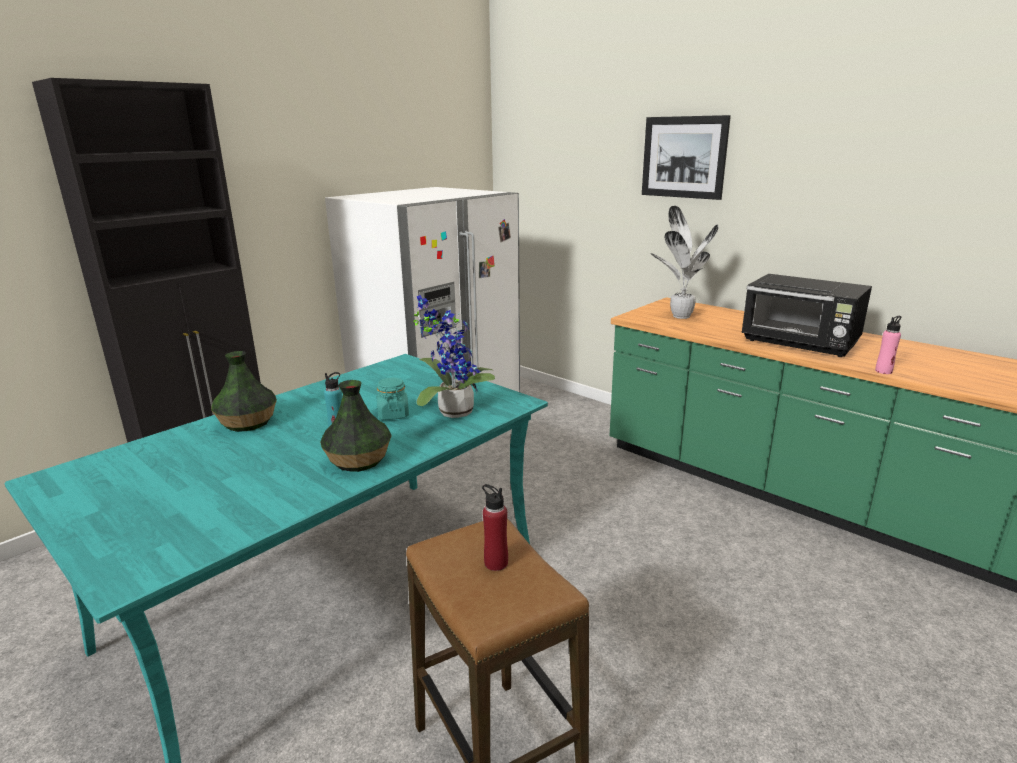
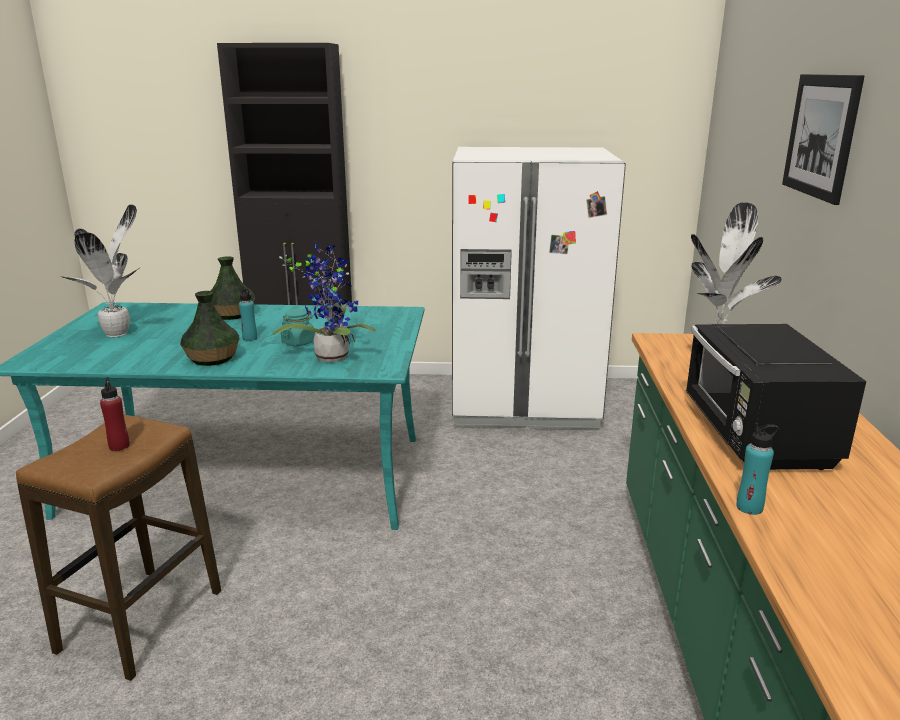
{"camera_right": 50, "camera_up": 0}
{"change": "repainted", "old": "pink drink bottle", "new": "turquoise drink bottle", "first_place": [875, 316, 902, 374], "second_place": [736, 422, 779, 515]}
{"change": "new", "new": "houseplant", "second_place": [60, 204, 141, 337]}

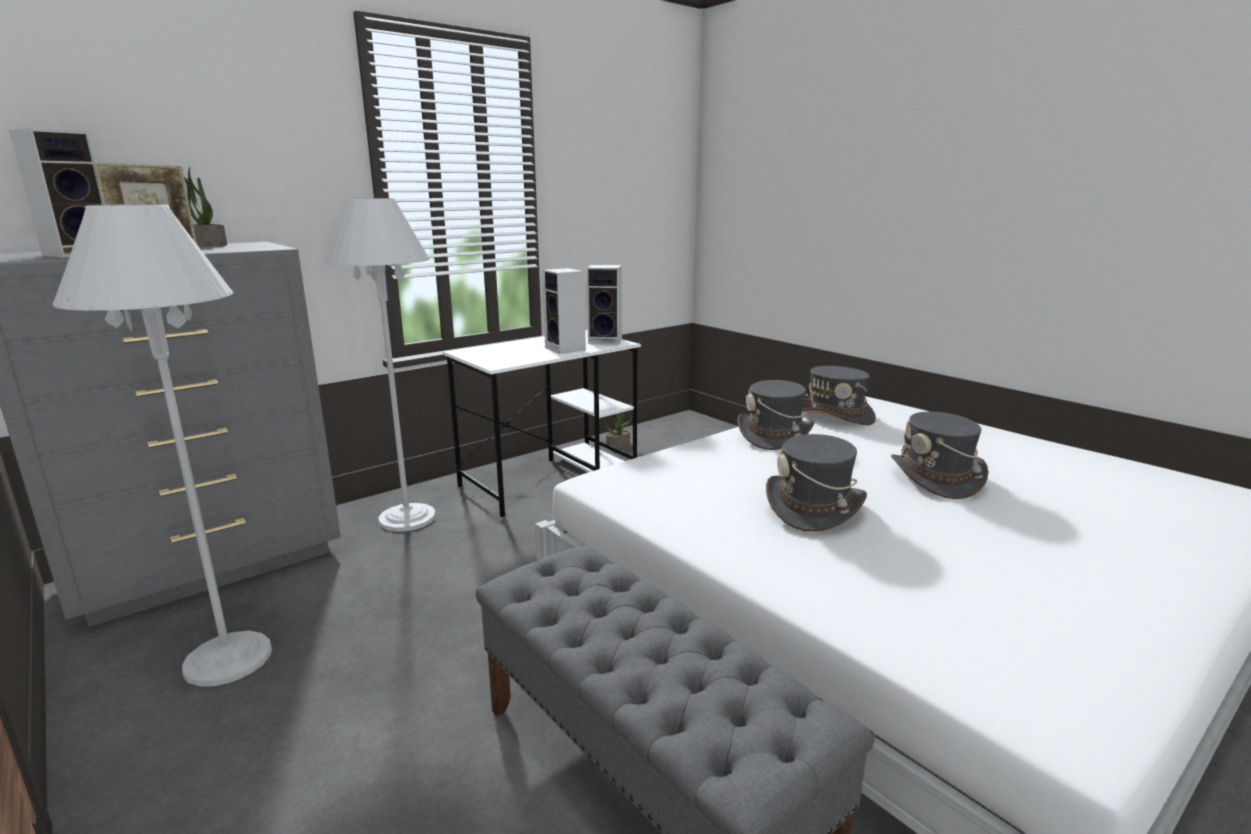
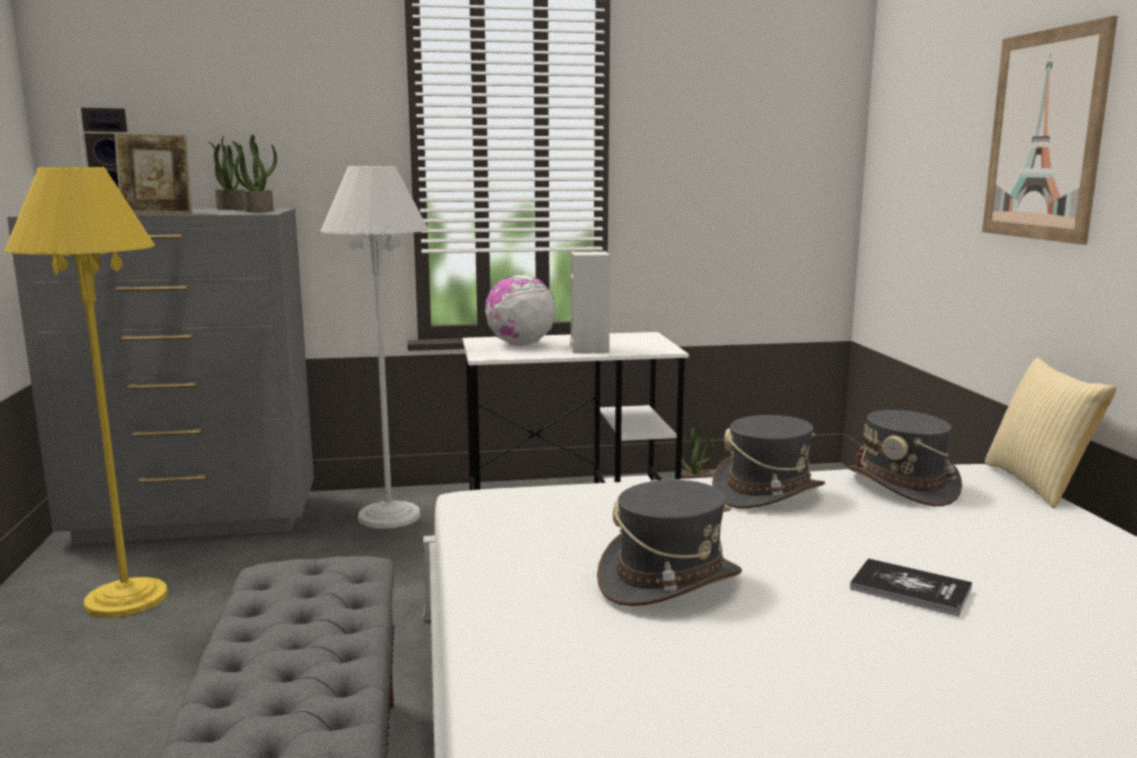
{"camera_right": 30, "camera_up": -5}
{"change": "repainted", "old": "white standing lamp", "new": "yellowish standing lamp", "first_place": [53, 204, 272, 687], "second_place": [4, 167, 168, 618]}
{"change": "gone", "old": "audio speaker", "first_place": [587, 265, 622, 345]}
{"change": "swapped", "old": "greyish wearable hat", "new": "bound book", "first_place": [891, 412, 988, 499], "second_place": [850, 558, 972, 617]}
{"change": "new", "new": "houseplant", "second_place": [232, 134, 277, 212]}
{"change": "new", "new": "desk globe", "second_place": [485, 275, 556, 346]}
{"change": "new", "new": "picture", "second_place": [982, 16, 1118, 245]}
{"change": "new", "new": "throw pillow", "second_place": [985, 358, 1117, 508]}

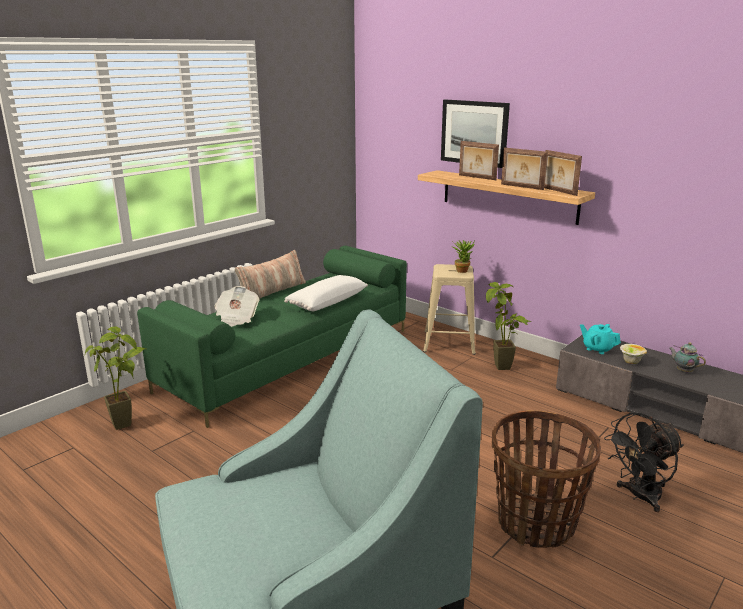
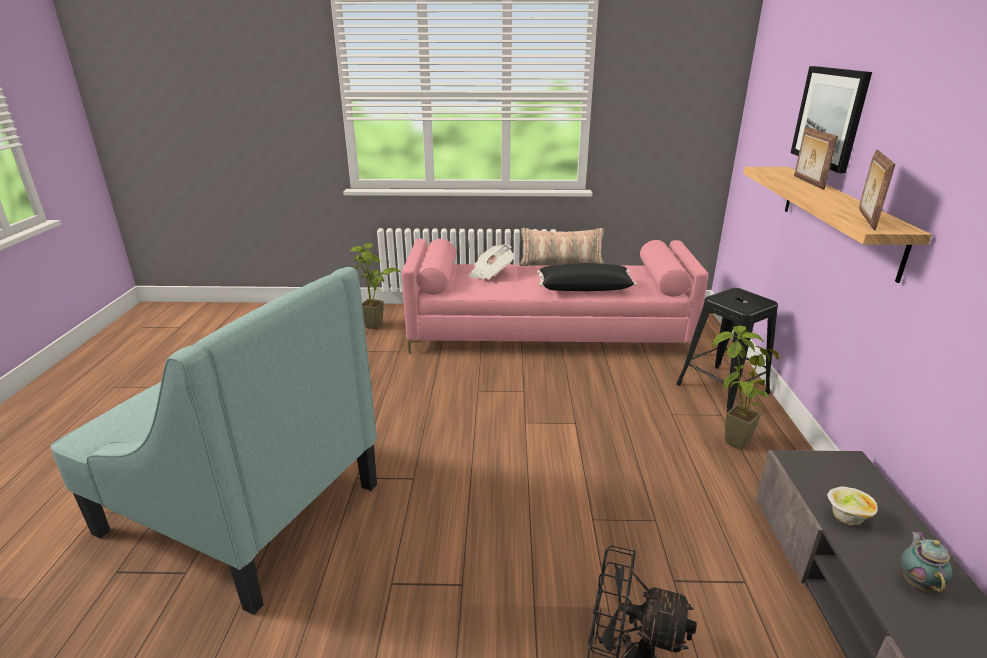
{"camera_right": 50, "camera_up": 5}
{"change": "repainted", "old": "green couch", "new": "pink couch", "first_place": [137, 246, 407, 428], "second_place": [402, 239, 709, 357]}
{"change": "repainted", "old": "white throw pillow", "new": "black throw pillow", "first_place": [284, 275, 368, 311], "second_place": [537, 263, 637, 291]}
{"change": "repainted", "old": "sand-coloured stool seat", "new": "black stool seat", "first_place": [423, 264, 476, 355], "second_place": [676, 288, 778, 412]}
{"change": "gone", "old": "houseplant", "first_place": [452, 240, 475, 273]}
{"change": "gone", "old": "basket", "first_place": [491, 410, 601, 548]}
{"change": "gone", "old": "standing frame", "first_place": [501, 148, 548, 190]}
{"change": "gone", "old": "turquoise tea pot", "first_place": [580, 324, 621, 354]}

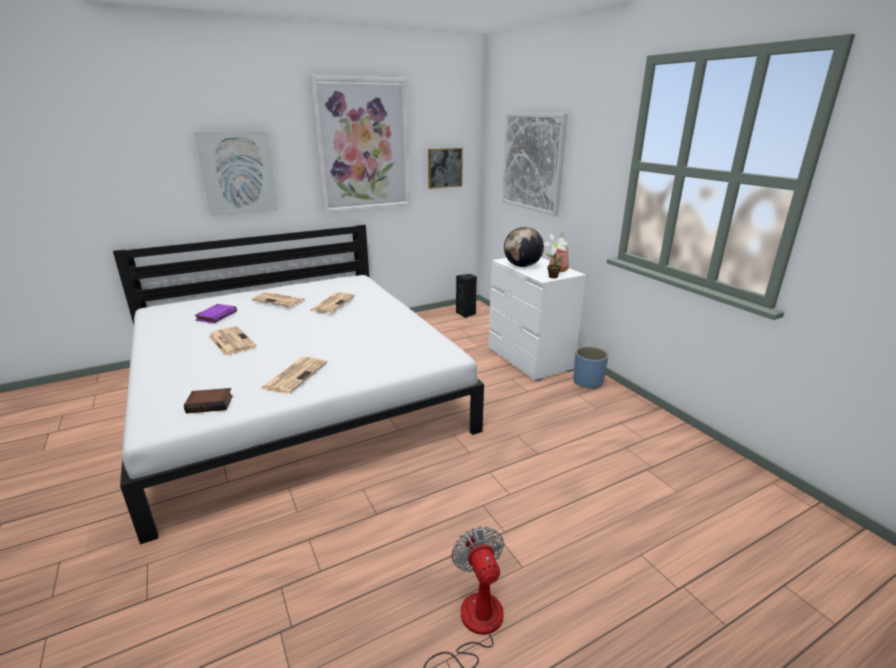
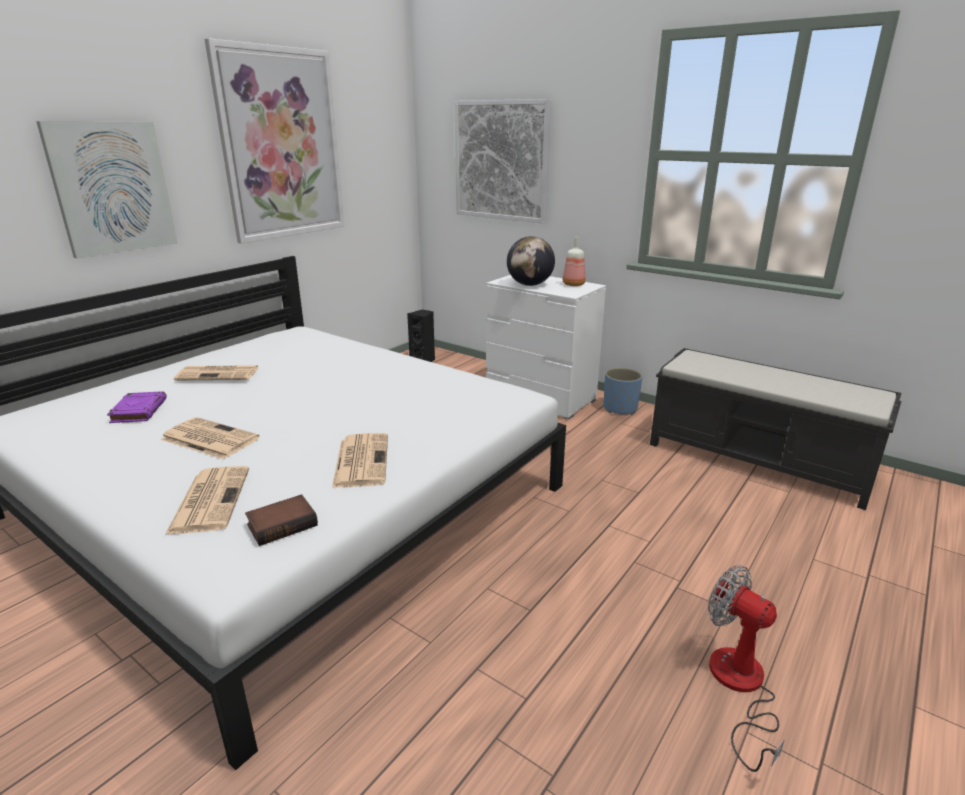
{"camera_right": -25, "camera_up": 0}
{"change": "shifted", "old": "daily paper", "first_place": [309, 292, 355, 313], "second_place": [165, 466, 249, 535]}
{"change": "gone", "old": "picture", "first_place": [428, 148, 463, 189]}
{"change": "gone", "old": "houseplant", "first_place": [543, 234, 567, 278]}
{"change": "new", "new": "black bench", "second_place": [650, 348, 902, 510]}

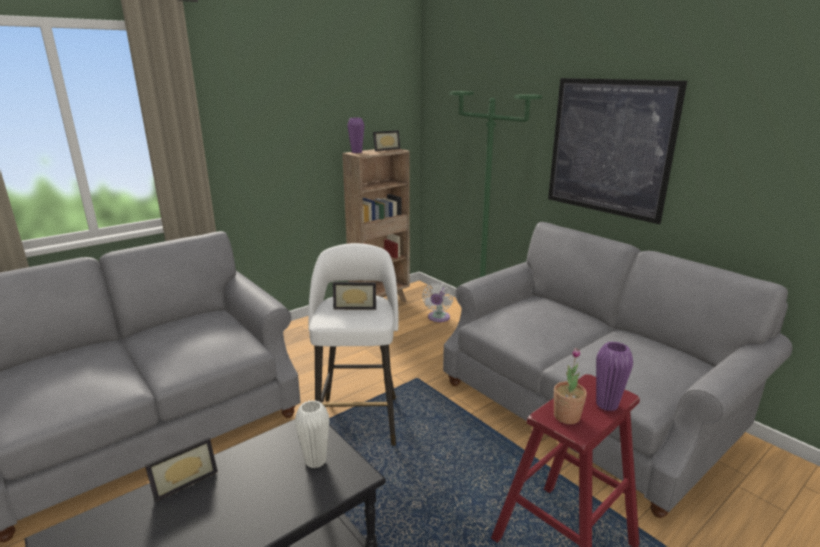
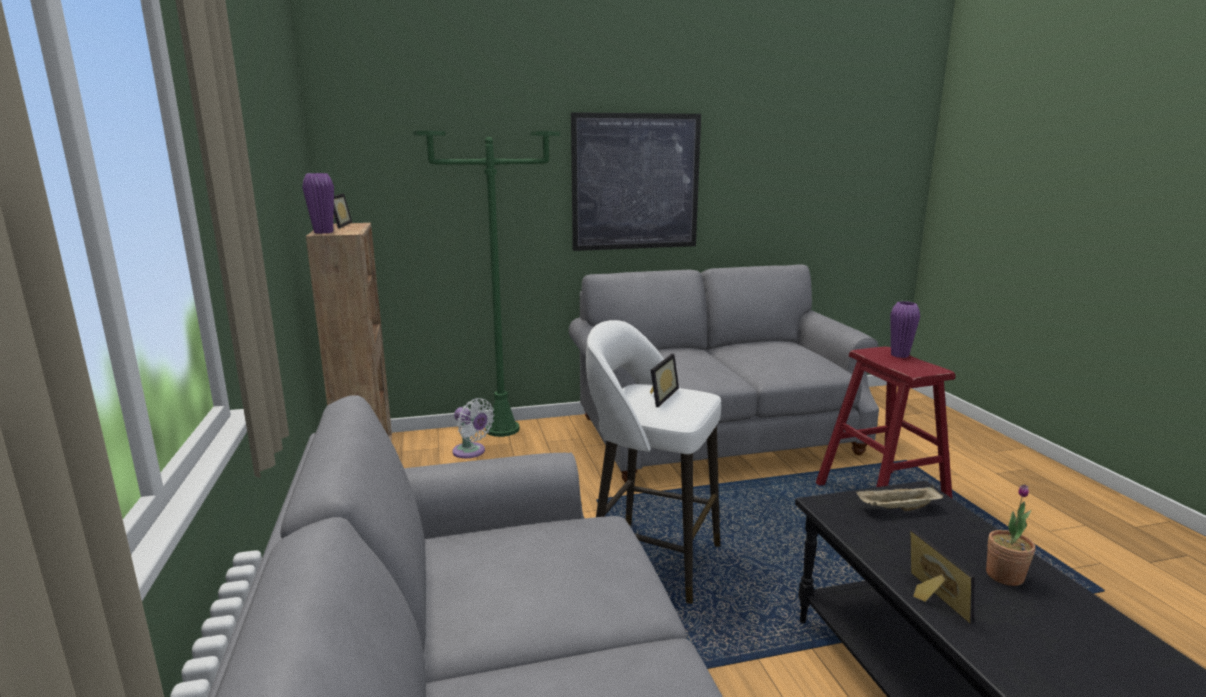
{"camera_right": -65, "camera_up": -5}
{"change": "swapped", "old": "white vase", "new": "sand-coloured tray", "first_place": [295, 400, 329, 469], "second_place": [856, 486, 943, 511]}
{"change": "shifted", "old": "houseplant", "first_place": [554, 348, 587, 424], "second_place": [986, 484, 1035, 586]}

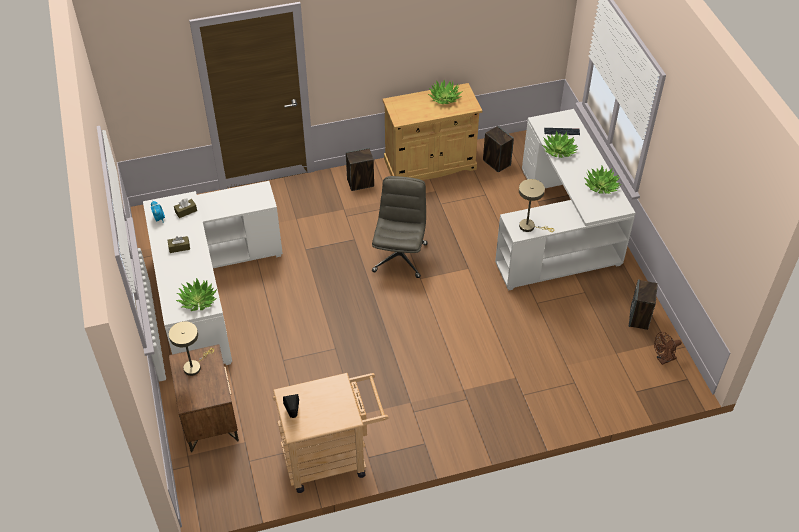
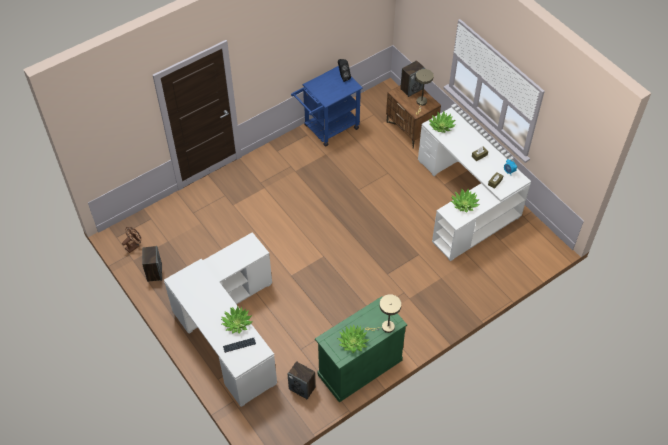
{"camera_right": 160, "camera_up": 5}
{"change": "repainted", "old": "sand-coloured wheeled cart", "new": "blue-coloured wheeled cart", "first_place": [273, 373, 389, 493], "second_place": [291, 66, 363, 147]}
{"change": "shifted", "old": "audio speaker", "first_place": [346, 148, 374, 191], "second_place": [400, 60, 425, 97]}
{"change": "gone", "old": "greyish computer chair", "first_place": [372, 176, 428, 278]}
{"change": "repainted", "old": "sand-coloured storage cabinet", "new": "green storage cabinet", "first_place": [383, 83, 483, 180], "second_place": [315, 296, 407, 403]}
{"change": "shifted", "old": "sand-coloured table lamp", "first_place": [519, 179, 554, 232], "second_place": [365, 294, 401, 333]}
{"change": "shifted", "old": "houseplant", "first_place": [584, 166, 621, 194], "second_place": [451, 188, 480, 213]}

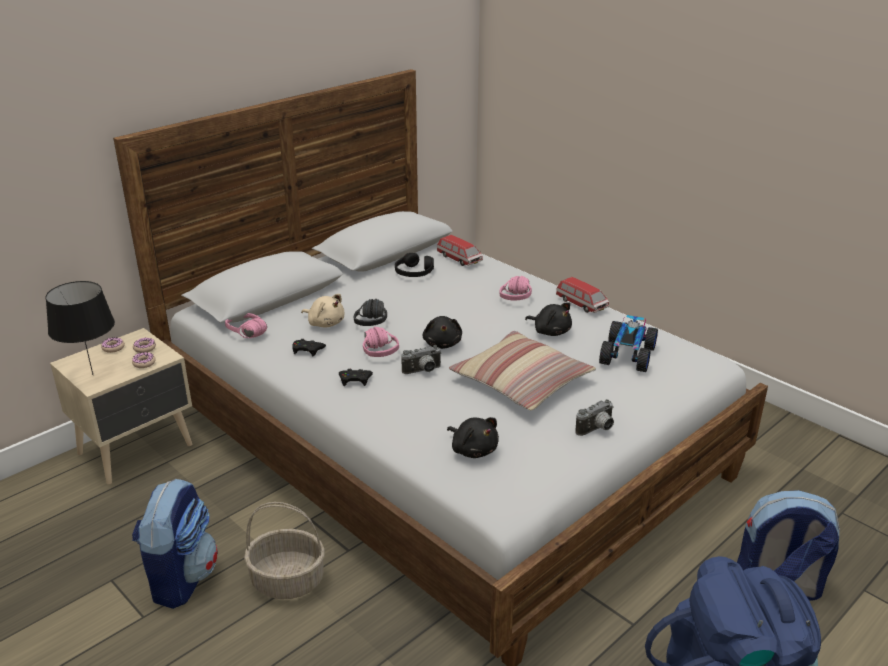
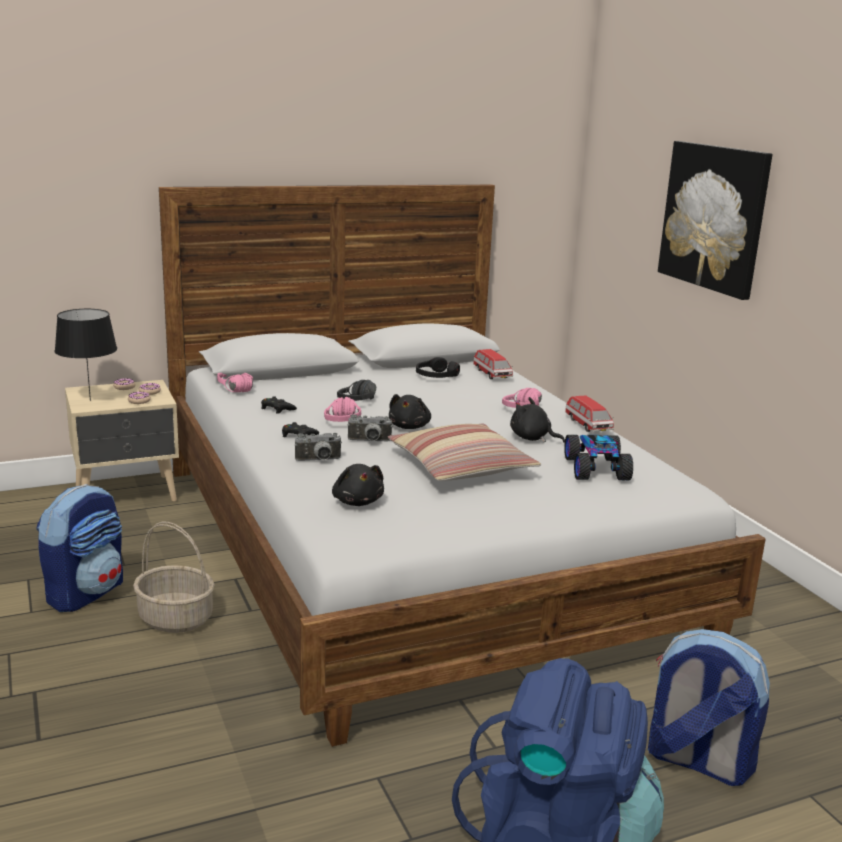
{"camera_right": 20, "camera_up": -10}
{"change": "gone", "old": "sand-coloured soft toy", "first_place": [301, 294, 345, 327]}
{"change": "rotated", "old": "black soft toy", "first_place": [525, 302, 572, 336], "second_place": [510, 397, 565, 443], "degrees": 150}
{"change": "shifted", "old": "still camera", "first_place": [575, 399, 614, 436], "second_place": [295, 433, 341, 461]}
{"change": "rotated", "old": "miniature car", "first_place": [599, 315, 658, 372], "second_place": [564, 435, 633, 480], "degrees": 135}
{"change": "new", "new": "picture", "second_place": [658, 141, 772, 300]}

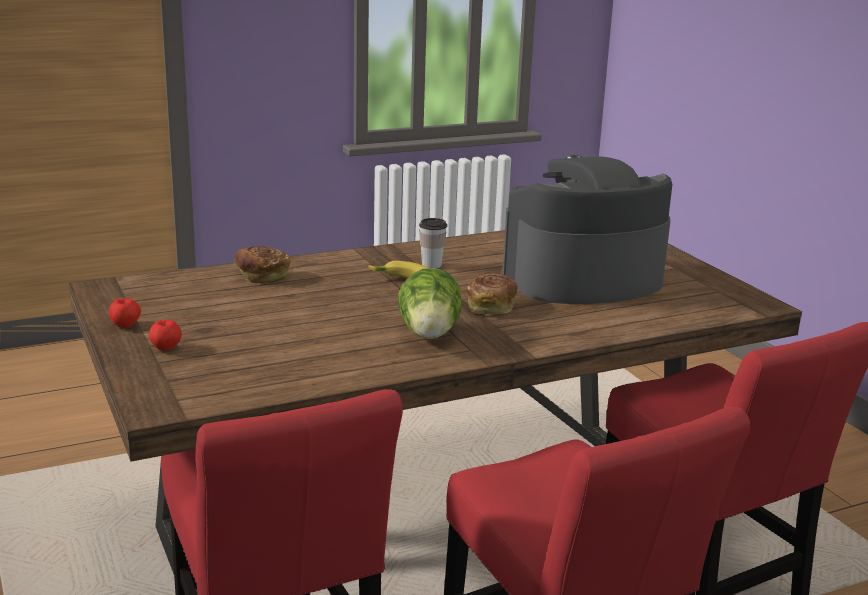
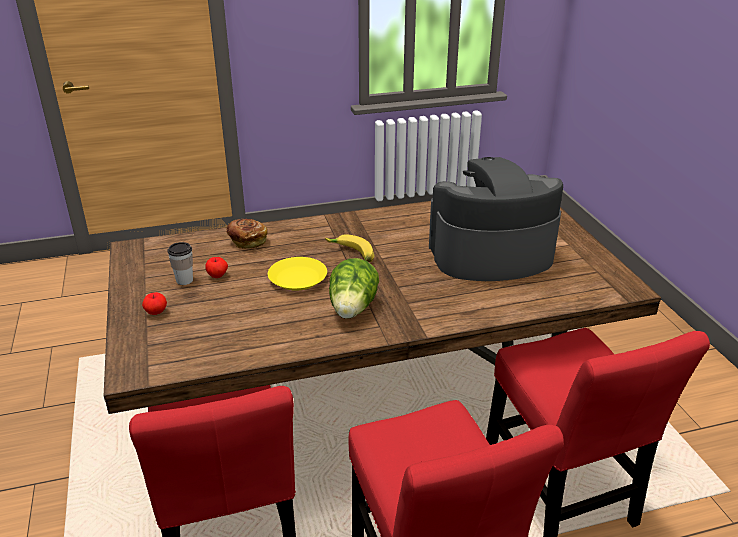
{"camera_right": 10, "camera_up": 10}
{"change": "shifted", "old": "apple", "first_place": [109, 298, 141, 328], "second_place": [205, 257, 228, 278]}
{"change": "shifted", "old": "drinking cup", "first_place": [419, 218, 447, 268], "second_place": [167, 242, 193, 285]}
{"change": "gone", "old": "bread", "first_place": [466, 274, 518, 315]}
{"change": "new", "new": "yellowish plate", "second_place": [268, 257, 327, 291]}

